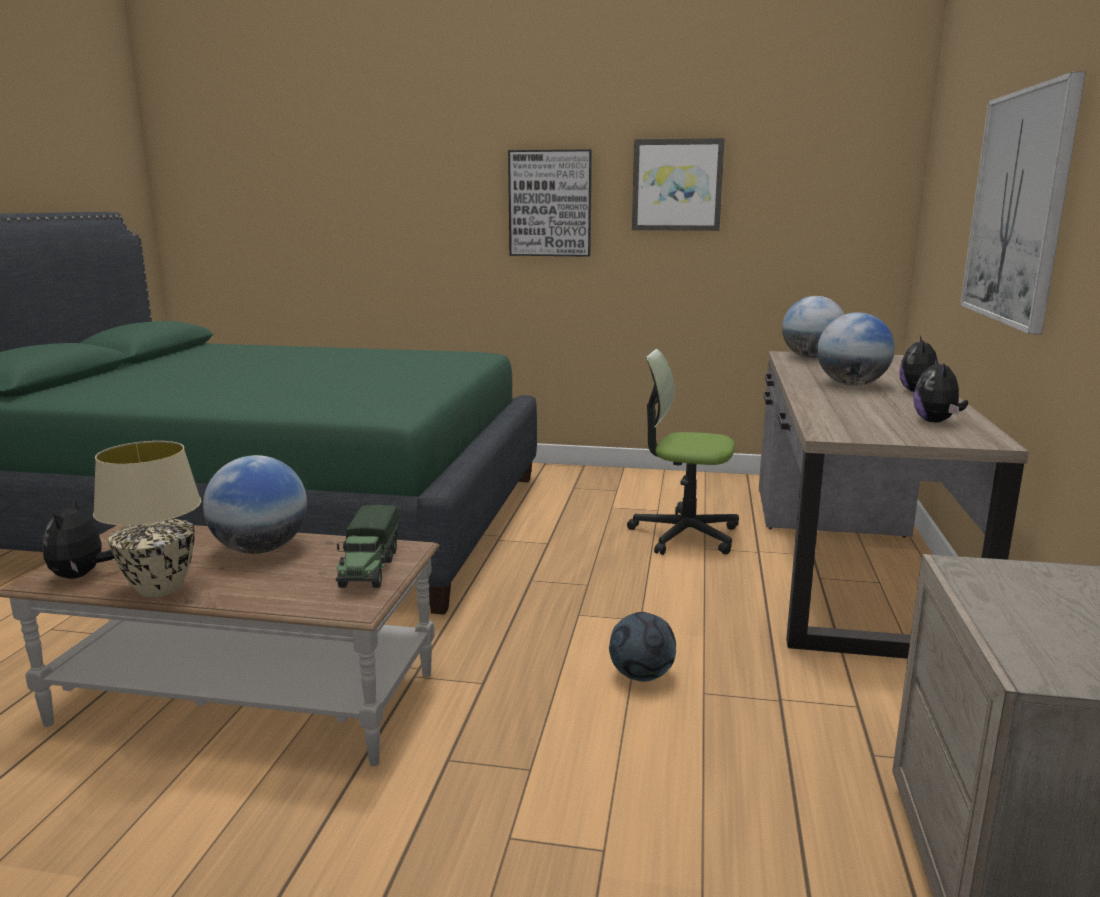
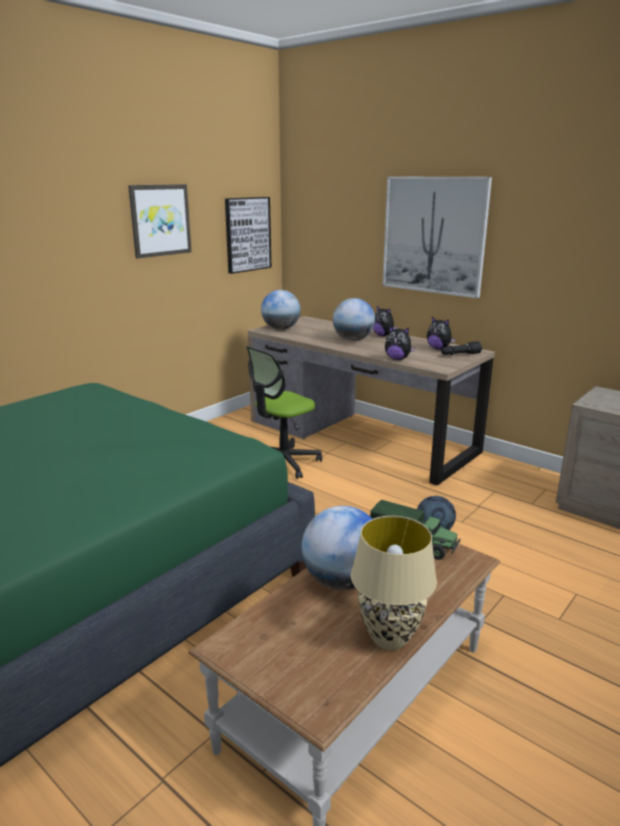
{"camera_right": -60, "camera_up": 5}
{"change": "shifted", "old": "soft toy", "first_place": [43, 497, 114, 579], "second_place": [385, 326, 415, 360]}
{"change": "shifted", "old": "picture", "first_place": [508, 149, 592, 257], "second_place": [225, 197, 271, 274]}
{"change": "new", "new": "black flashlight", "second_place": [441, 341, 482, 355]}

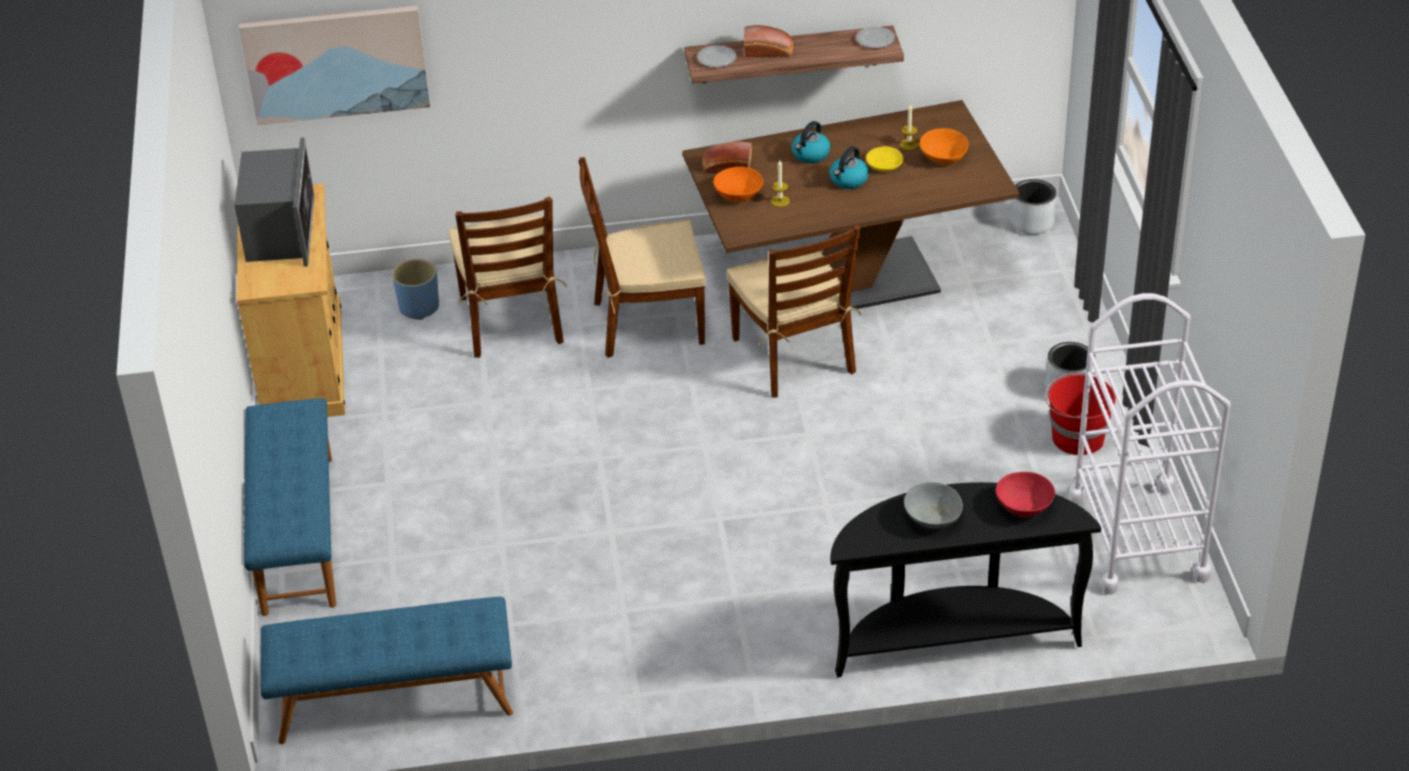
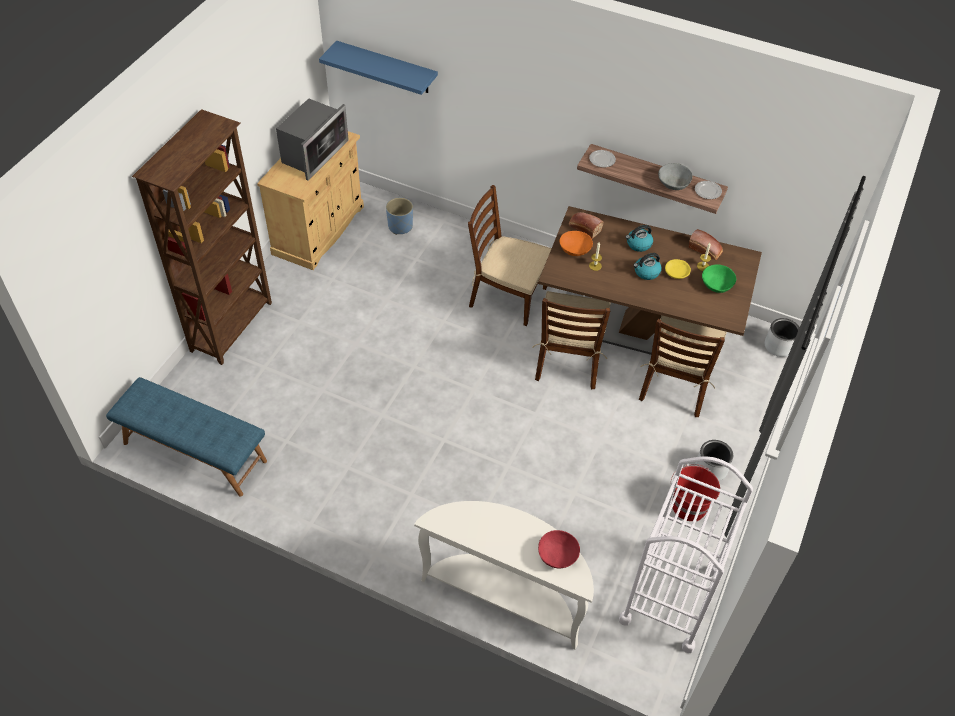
{"camera_right": 30, "camera_up": 10}
{"change": "swapped", "old": "picture", "new": "blue-coloured bracket shelf", "first_place": [239, 6, 431, 125], "second_place": [319, 41, 438, 95]}
{"change": "swapped", "old": "blue-coloured bench", "new": "brown-coloured bookcase", "first_place": [244, 398, 336, 616], "second_place": [132, 109, 272, 365]}
{"change": "shifted", "old": "brown-coloured upright chair", "first_place": [448, 196, 567, 358], "second_place": [639, 316, 727, 417]}
{"change": "shifted", "old": "bread", "first_place": [744, 25, 793, 57], "second_place": [689, 229, 723, 260]}
{"change": "repainted", "old": "black narrow table", "new": "white narrow table", "first_place": [830, 482, 1101, 677], "second_place": [414, 501, 594, 650]}
{"change": "shifted", "old": "greyish serving bowl", "first_place": [904, 482, 963, 529], "second_place": [658, 163, 693, 190]}
{"change": "repainted", "old": "orange-coloured serving bowl", "new": "green serving bowl", "first_place": [920, 128, 968, 164], "second_place": [702, 264, 736, 293]}

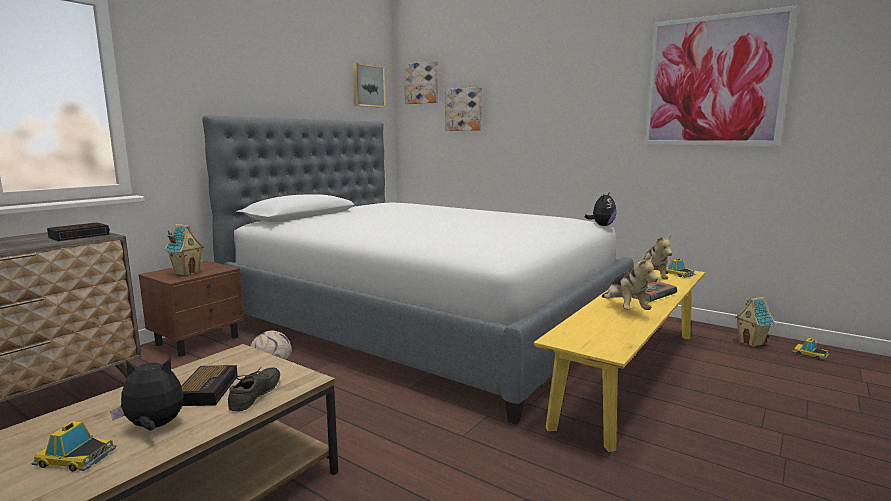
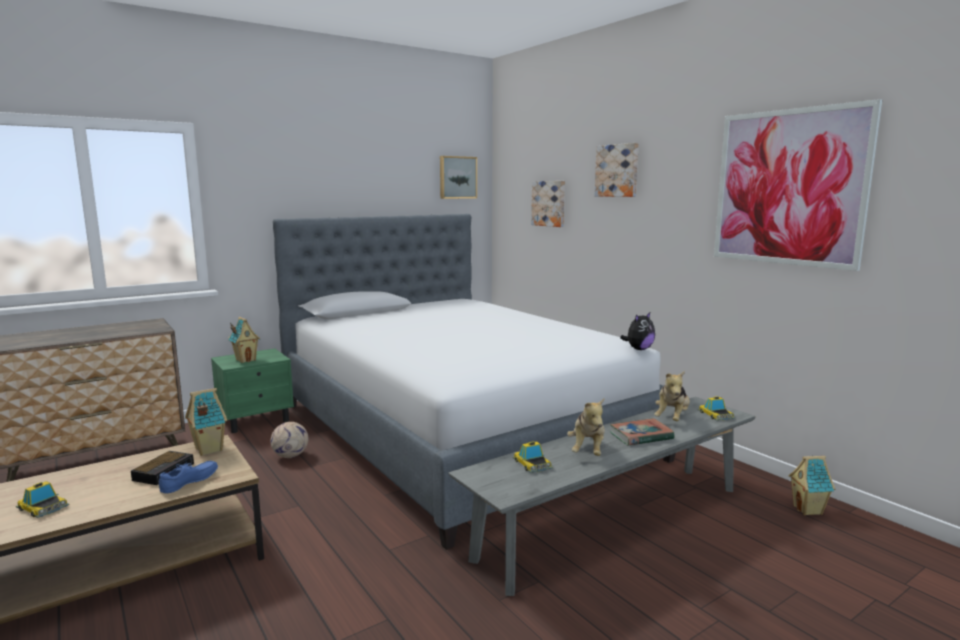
{"camera_right": 20, "camera_up": 0}
{"change": "gone", "old": "alarm clock", "first_place": [47, 223, 110, 241]}
{"change": "gone", "old": "soft toy", "first_place": [110, 358, 184, 431]}
{"change": "repainted", "old": "brown-coloured night table", "new": "green night table", "first_place": [138, 261, 244, 357], "second_place": [211, 348, 294, 433]}
{"change": "repainted", "old": "greyish low shoe", "new": "blue-coloured low shoe", "first_place": [228, 367, 280, 411], "second_place": [159, 461, 218, 493]}
{"change": "shifted", "old": "picture", "first_place": [404, 61, 438, 104], "second_place": [595, 143, 639, 197]}
{"change": "repainted", "old": "yellowish bench", "new": "greyish bench", "first_place": [534, 270, 705, 452], "second_place": [448, 397, 756, 596]}
{"change": "shifted", "old": "miniature car", "first_place": [792, 338, 829, 360], "second_place": [513, 441, 553, 473]}
{"change": "new", "new": "toy house", "second_place": [185, 388, 227, 456]}

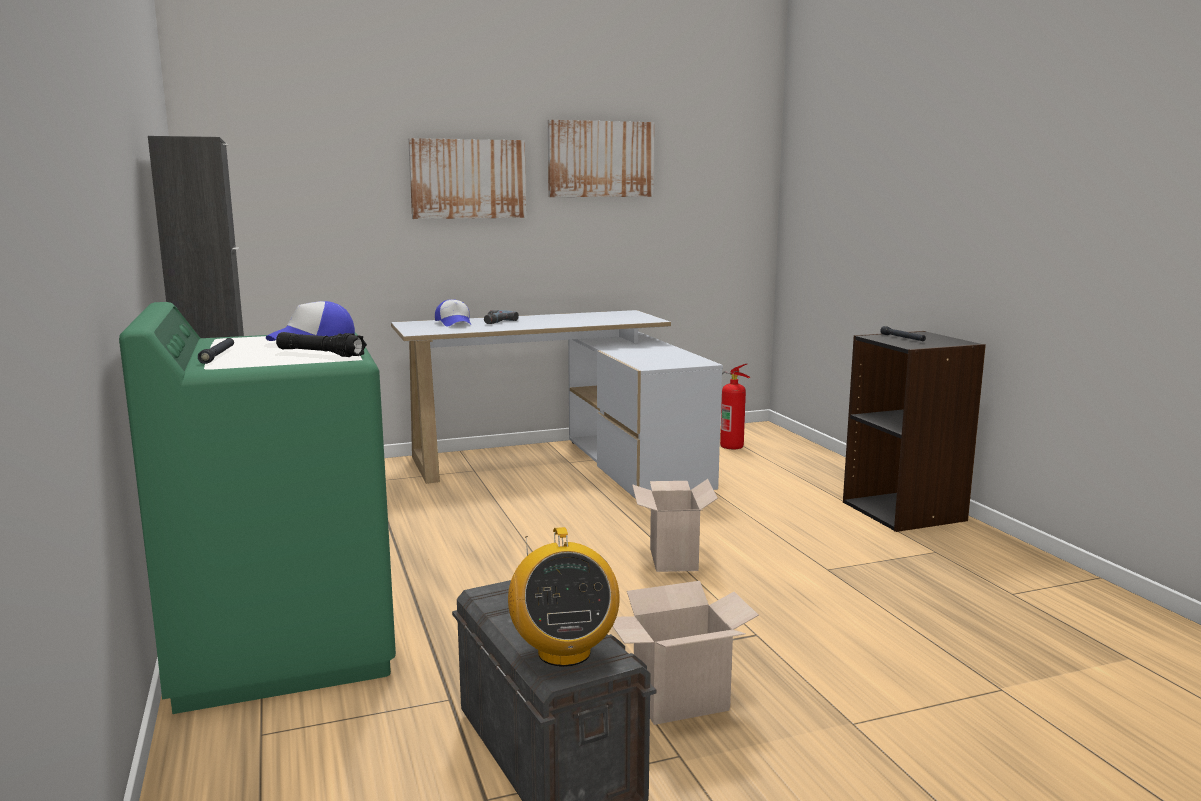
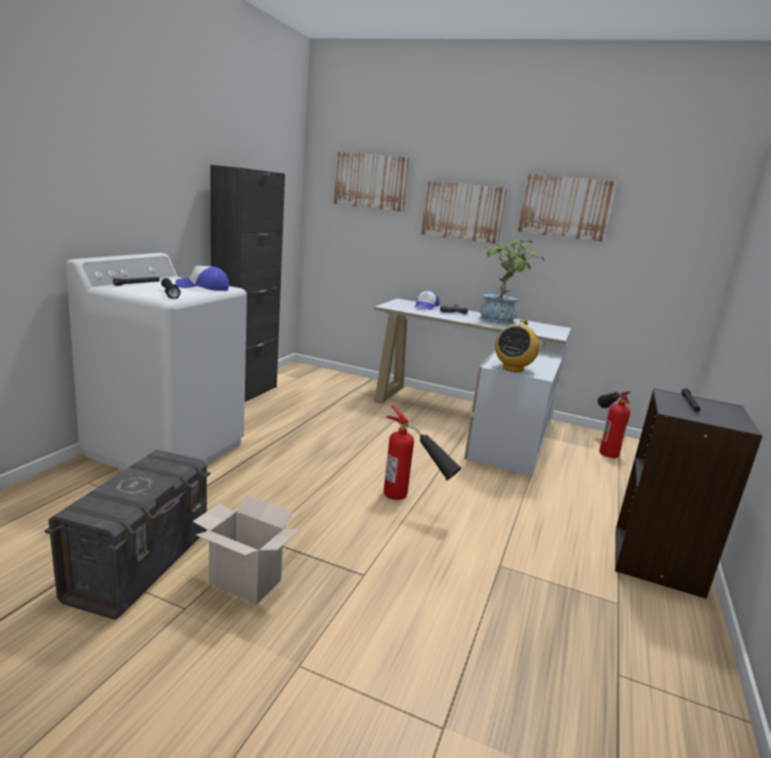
{"camera_right": 40, "camera_up": 5}
{"change": "repainted", "old": "green laundry machine", "new": "white laundry machine", "first_place": [119, 302, 396, 714], "second_place": [66, 253, 247, 470]}
{"change": "shifted", "old": "radio", "first_place": [508, 527, 620, 667], "second_place": [495, 320, 540, 372]}
{"change": "swapped", "old": "packing box", "new": "fire-fighting cylinder", "first_place": [632, 479, 718, 572], "second_place": [384, 405, 462, 500]}
{"change": "new", "new": "picture", "second_place": [334, 152, 409, 212]}
{"change": "new", "new": "houseplant", "second_place": [480, 240, 545, 324]}

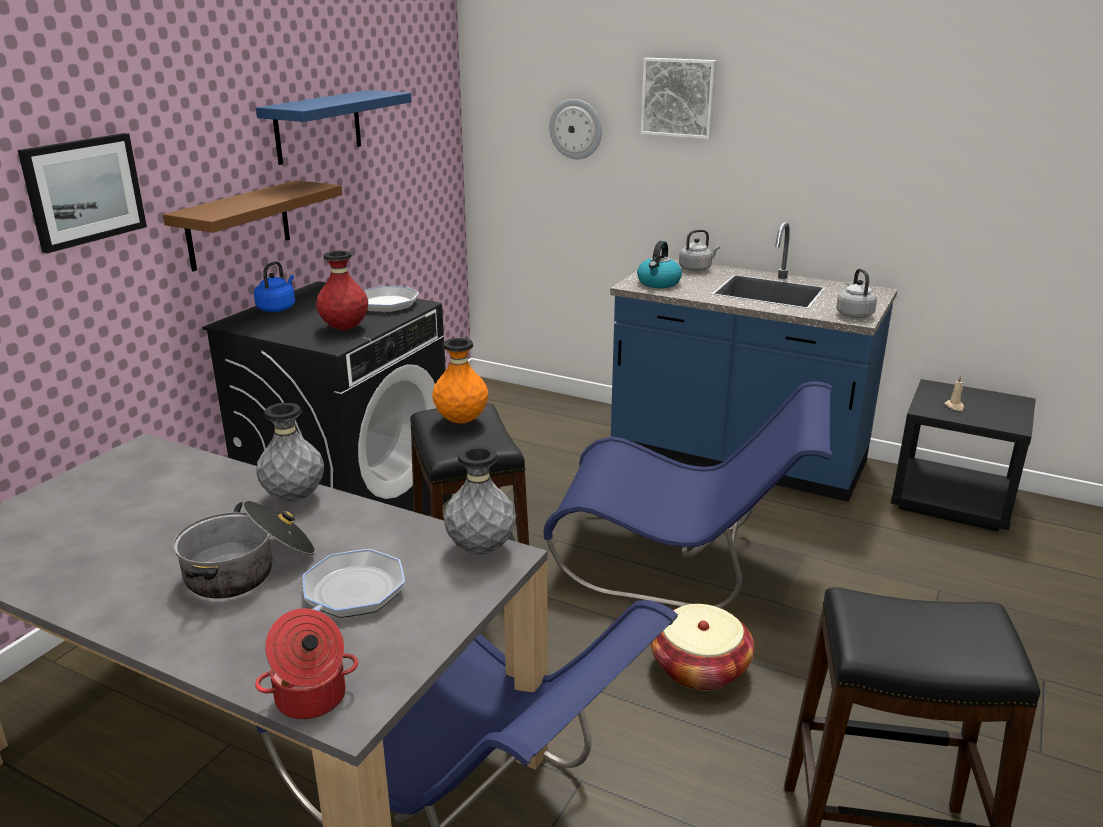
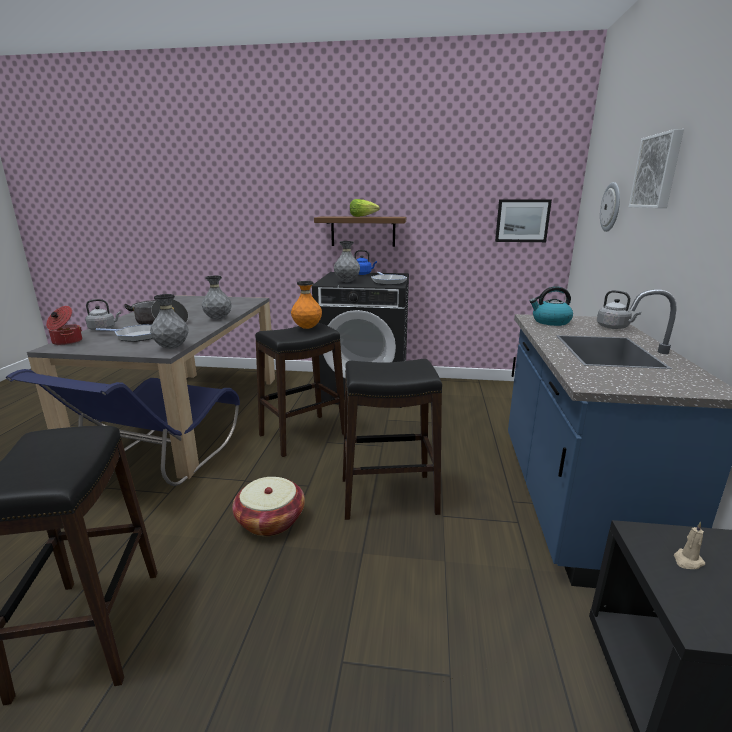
{"camera_right": 70, "camera_up": -5}
{"change": "shifted", "old": "picture", "first_place": [18, 133, 147, 253], "second_place": [495, 199, 552, 242]}
{"change": "gone", "old": "blue-coloured bracket shelf", "first_place": [256, 90, 412, 165]}
{"change": "repainted", "old": "reddish vase", "new": "greyish vase", "first_place": [316, 250, 368, 330], "second_place": [334, 241, 360, 282]}
{"change": "swapped", "old": "blue-coloured upright chair", "new": "black stool seat", "first_place": [544, 381, 832, 609], "second_place": [343, 359, 442, 520]}
{"change": "shifted", "old": "greyish water kettle", "first_place": [836, 268, 877, 318], "second_place": [85, 299, 121, 331]}
{"change": "new", "new": "lettuce head", "second_place": [350, 199, 380, 217]}

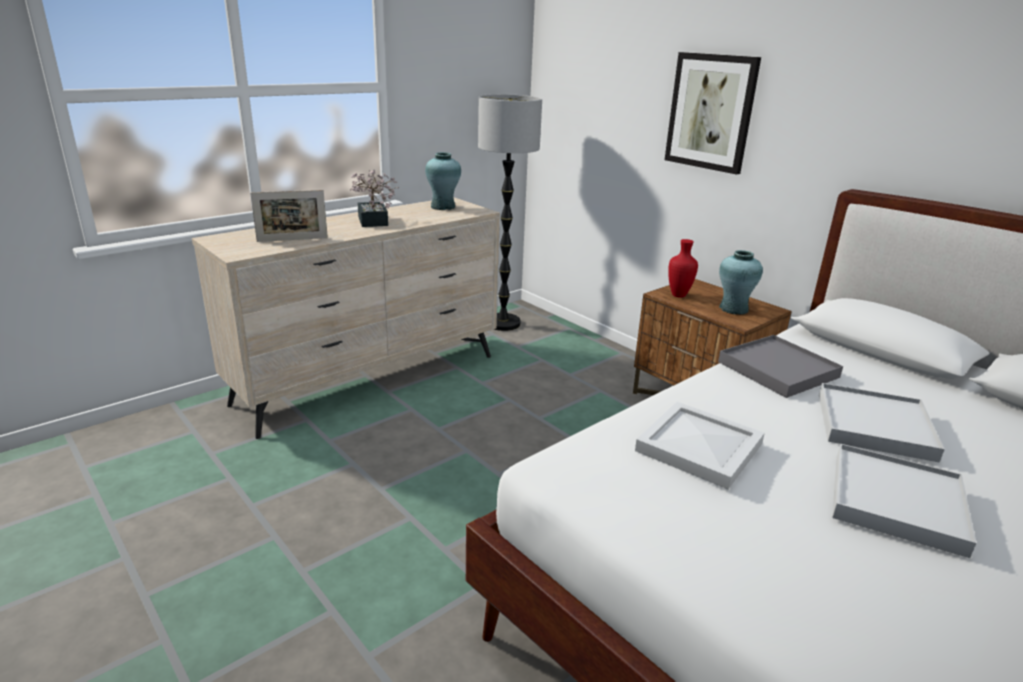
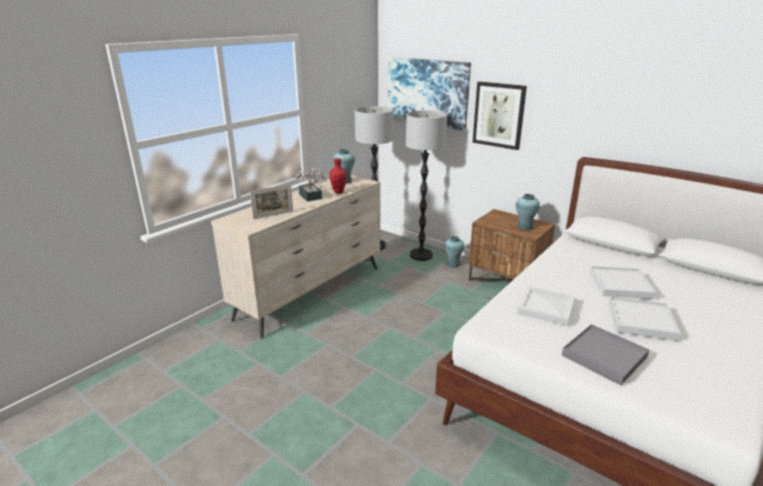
{"camera_right": -10, "camera_up": 0}
{"change": "shifted", "old": "reddish vase", "first_place": [668, 239, 698, 298], "second_place": [330, 158, 347, 194]}
{"change": "shifted", "old": "greyish tray", "first_place": [718, 335, 843, 398], "second_place": [562, 324, 649, 385]}
{"change": "new", "new": "picture", "second_place": [388, 57, 471, 131]}
{"change": "new", "new": "standing lamp", "second_place": [406, 110, 447, 261]}
{"change": "new", "new": "turquoise vase", "second_place": [445, 236, 464, 267]}

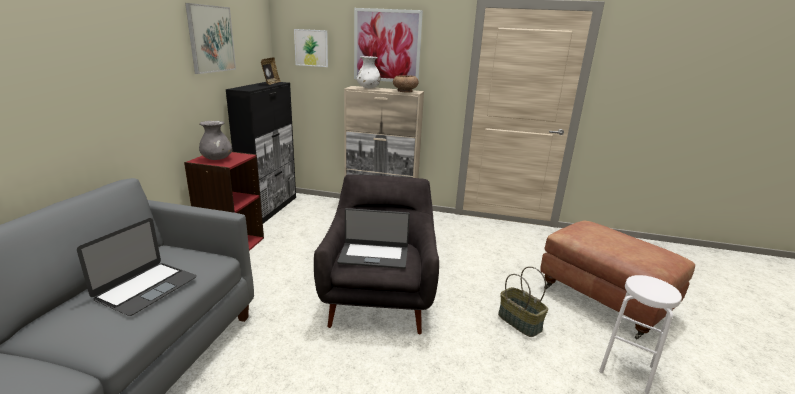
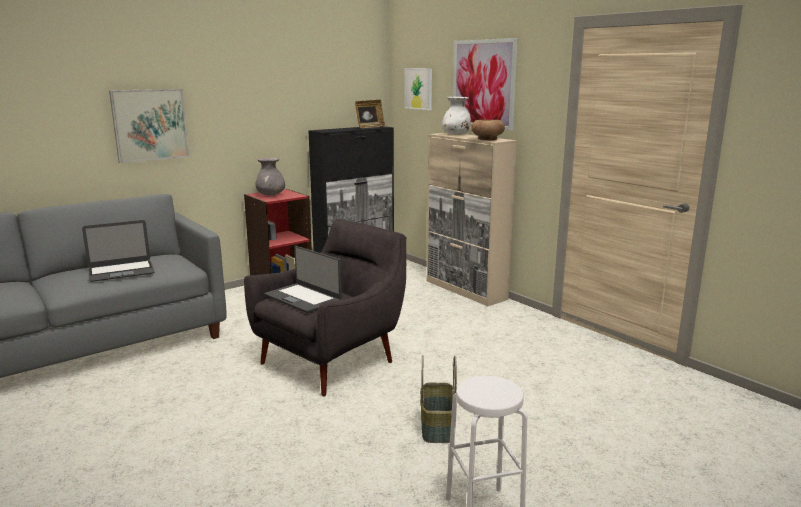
{"camera_right": 40, "camera_up": -5}
{"change": "shifted", "old": "picture", "first_place": [185, 3, 236, 74], "second_place": [109, 89, 189, 163]}
{"change": "gone", "old": "brown-coloured ottoman", "first_place": [540, 221, 695, 339]}

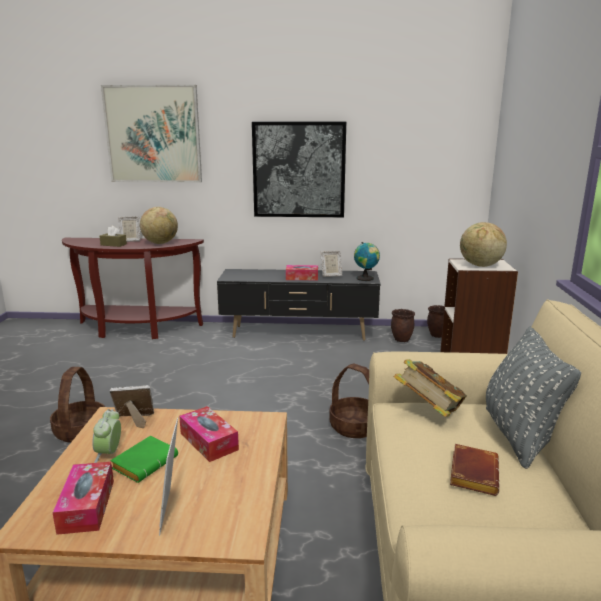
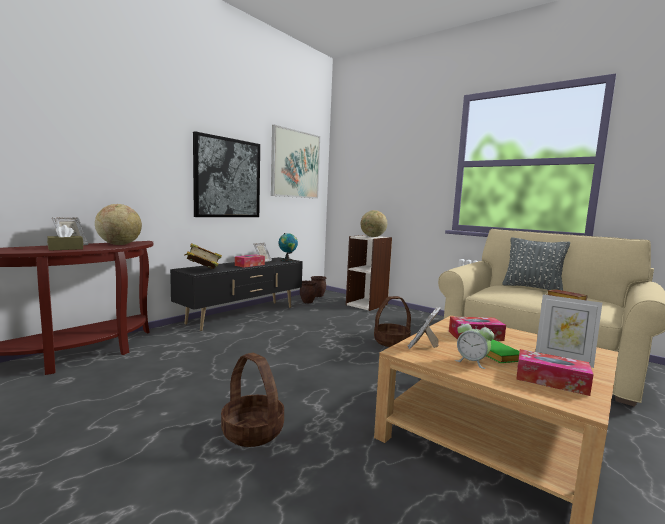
{"camera_right": -55, "camera_up": -10}
{"change": "shifted", "old": "picture", "first_place": [101, 85, 202, 183], "second_place": [271, 125, 320, 199]}
{"change": "shifted", "old": "bound book", "first_place": [394, 359, 467, 417], "second_place": [184, 243, 222, 269]}

